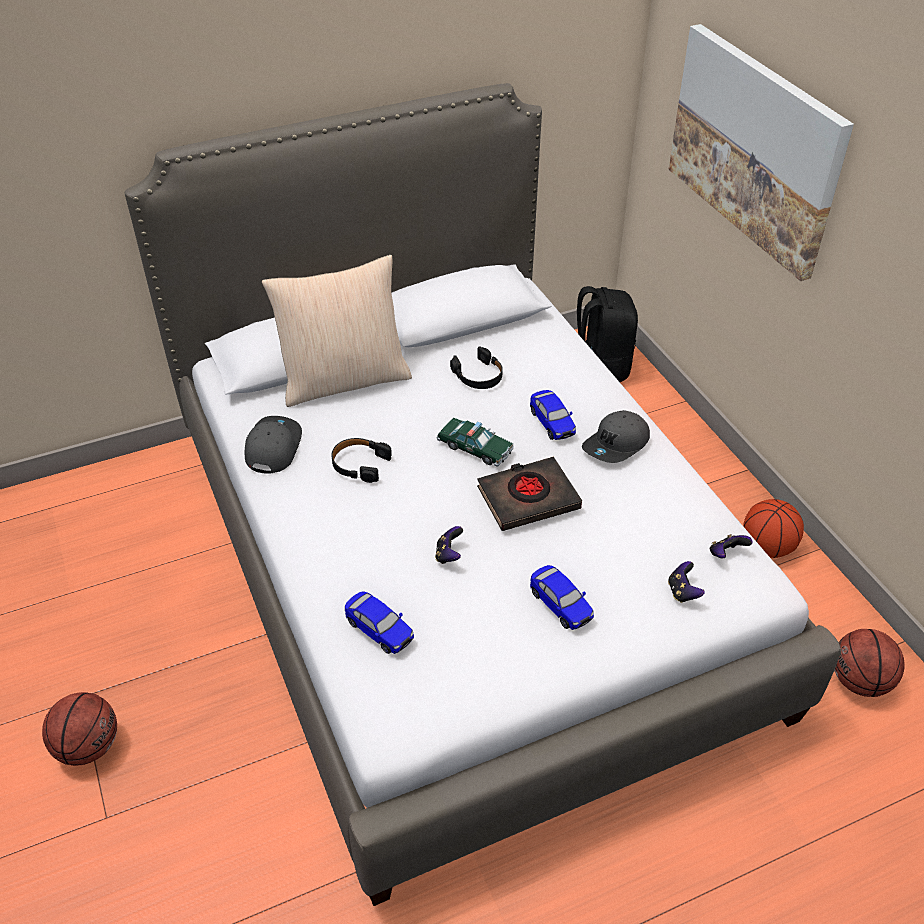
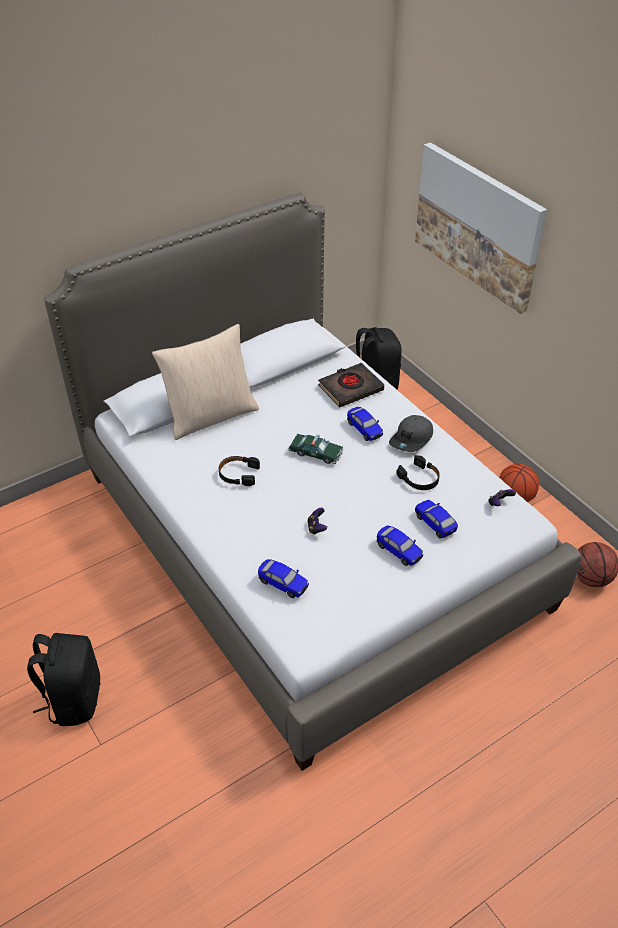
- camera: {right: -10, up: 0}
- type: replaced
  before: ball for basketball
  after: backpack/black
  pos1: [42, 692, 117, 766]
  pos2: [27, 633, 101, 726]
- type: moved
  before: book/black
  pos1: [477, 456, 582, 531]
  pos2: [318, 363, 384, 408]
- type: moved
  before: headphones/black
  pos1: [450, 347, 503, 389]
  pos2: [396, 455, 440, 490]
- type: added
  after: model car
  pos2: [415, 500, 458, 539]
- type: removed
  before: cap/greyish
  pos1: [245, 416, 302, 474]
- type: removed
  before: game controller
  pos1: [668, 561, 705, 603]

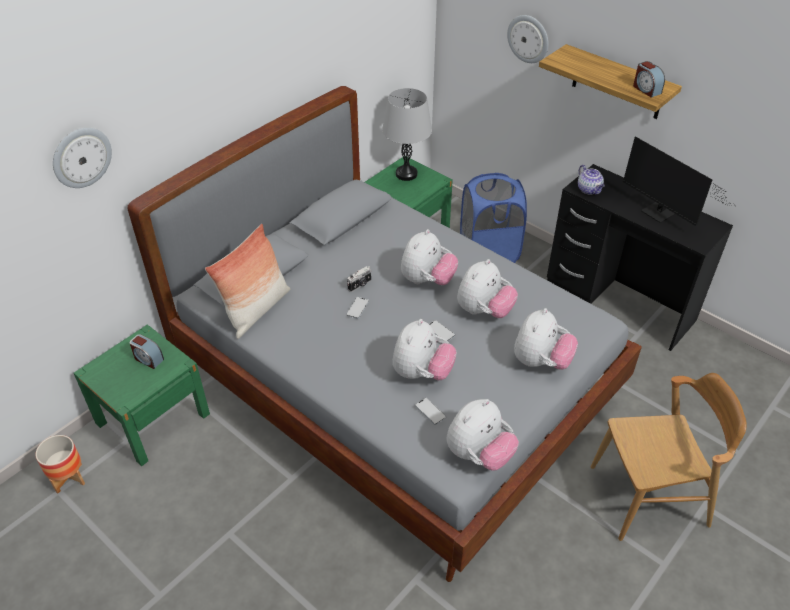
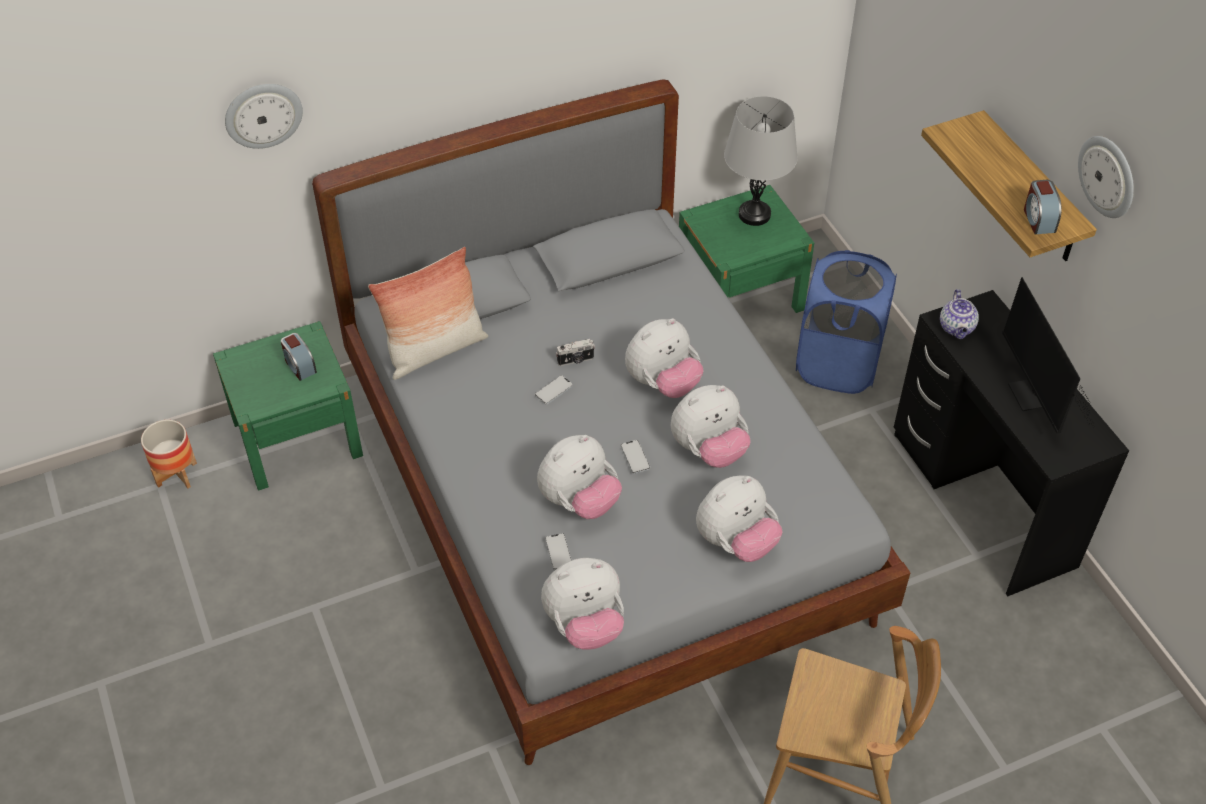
- camera: {right: 25, up: 5}
- type: moved
  before: clock on the wall
  pos1: [507, 15, 548, 63]
  pos2: [1078, 136, 1134, 218]

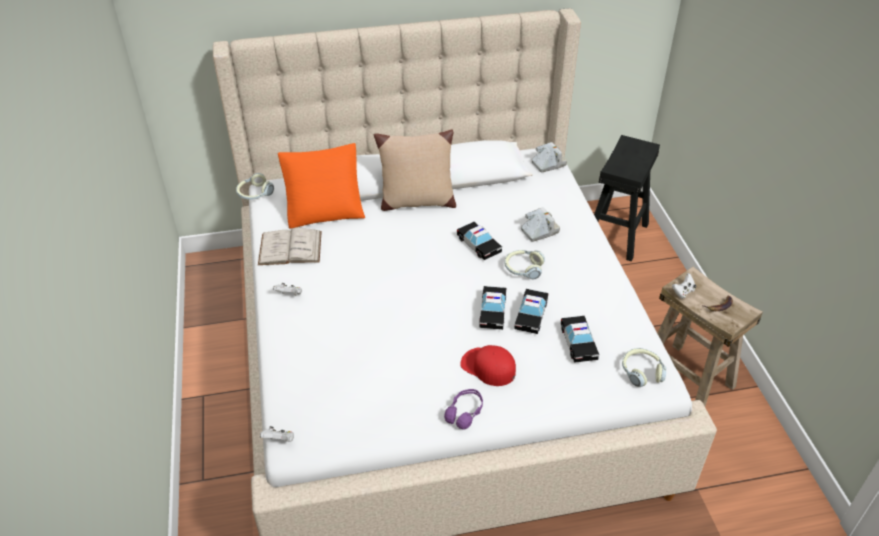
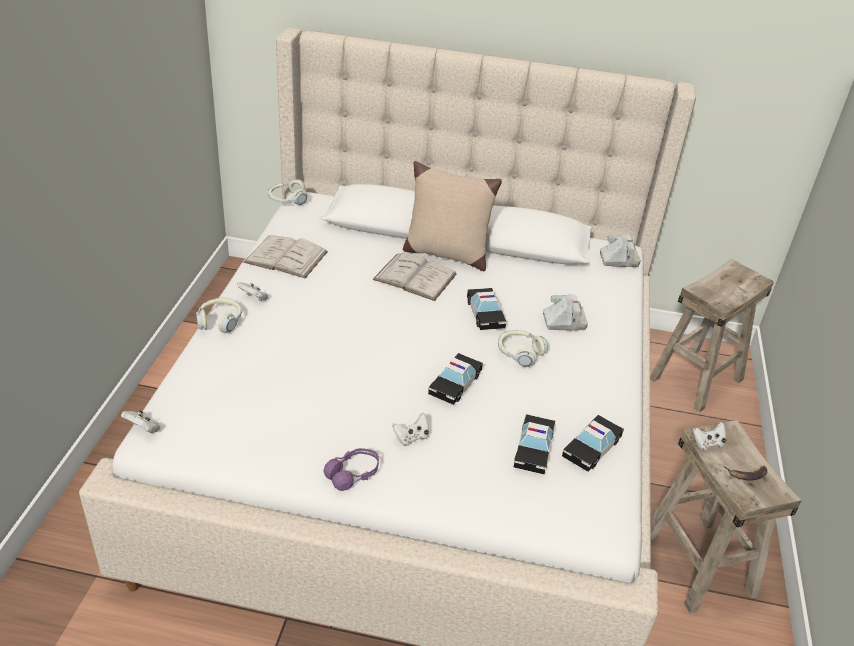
- camera: {right: 20, up: -5}
- type: moved
  before: headphones
  pos1: [622, 348, 666, 387]
  pos2: [196, 297, 242, 333]
- type: added
  after: book/white-coloured
  pos2: [373, 251, 457, 301]
- type: replaced
  before: cap/red-coloured
  after: game controller/white-coloured
  pos1: [460, 345, 516, 386]
  pos2: [392, 413, 429, 446]
- type: moved
  before: model car
  pos1: [514, 289, 548, 334]
  pos2: [562, 415, 624, 472]
- type: recoloured
  before: stool seat/black
  after: stool seat/sand-coloured
  pos1: [594, 135, 660, 261]
  pos2: [650, 259, 774, 412]
- type: removed
  before: cushion/orangey
  pos1: [278, 143, 365, 229]

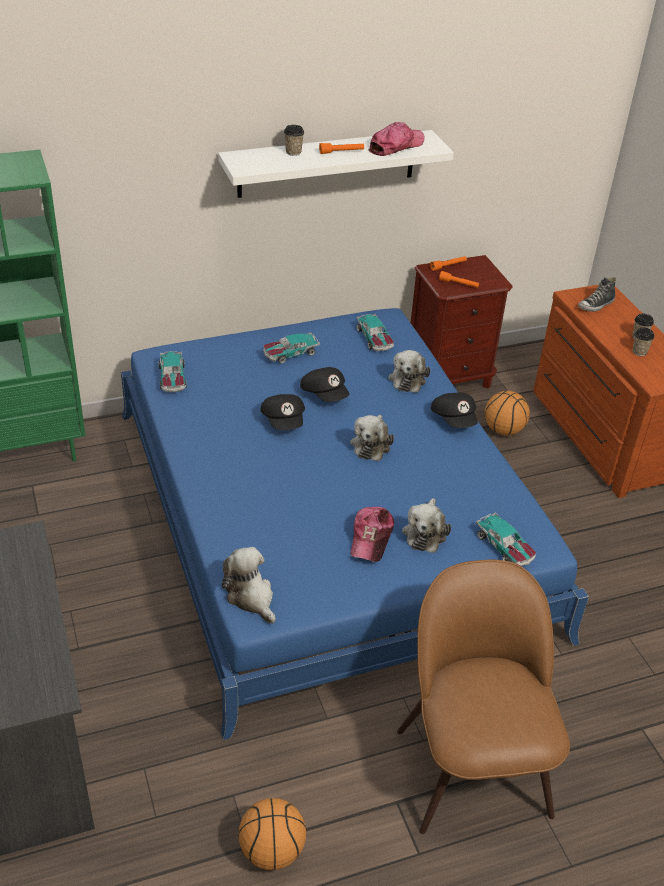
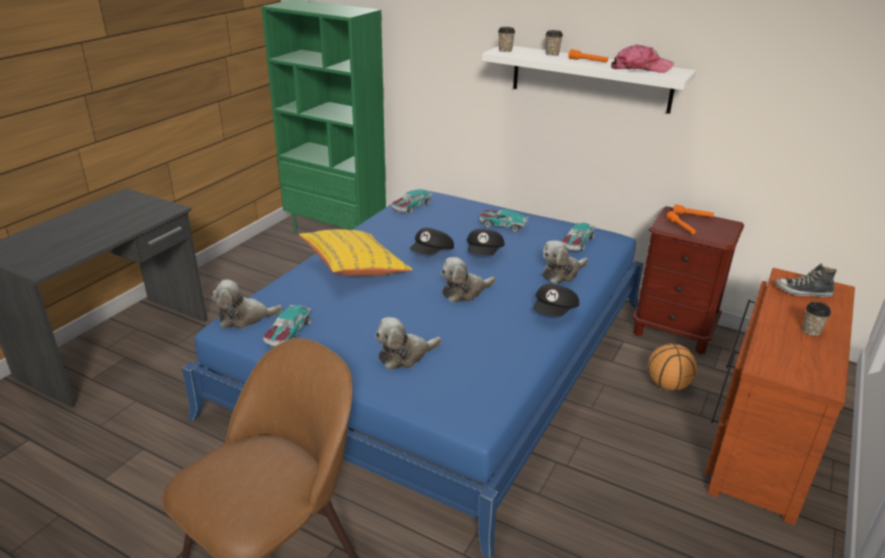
- camera: {right: 50, up: -10}
- type: turned
  before: plush toy
  pos1: [222, 547, 276, 624]
  pos2: [211, 279, 283, 329]
  turn: -120
- type: moved
  before: model car
  pos1: [476, 512, 536, 566]
  pos2: [263, 304, 311, 347]
- type: added
  after: cushion/yellowish
  pos2: [299, 229, 413, 276]
- type: moved
  before: cup
  pos1: [632, 327, 654, 356]
  pos2: [498, 27, 515, 52]
- type: removed
  before: ball for basketball
  pos1: [238, 798, 306, 870]
- type: removed
  before: cap
  pos1: [351, 507, 394, 562]

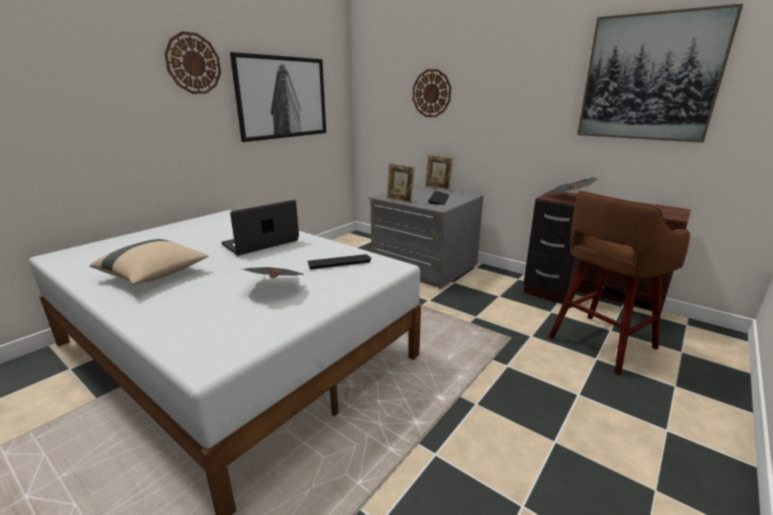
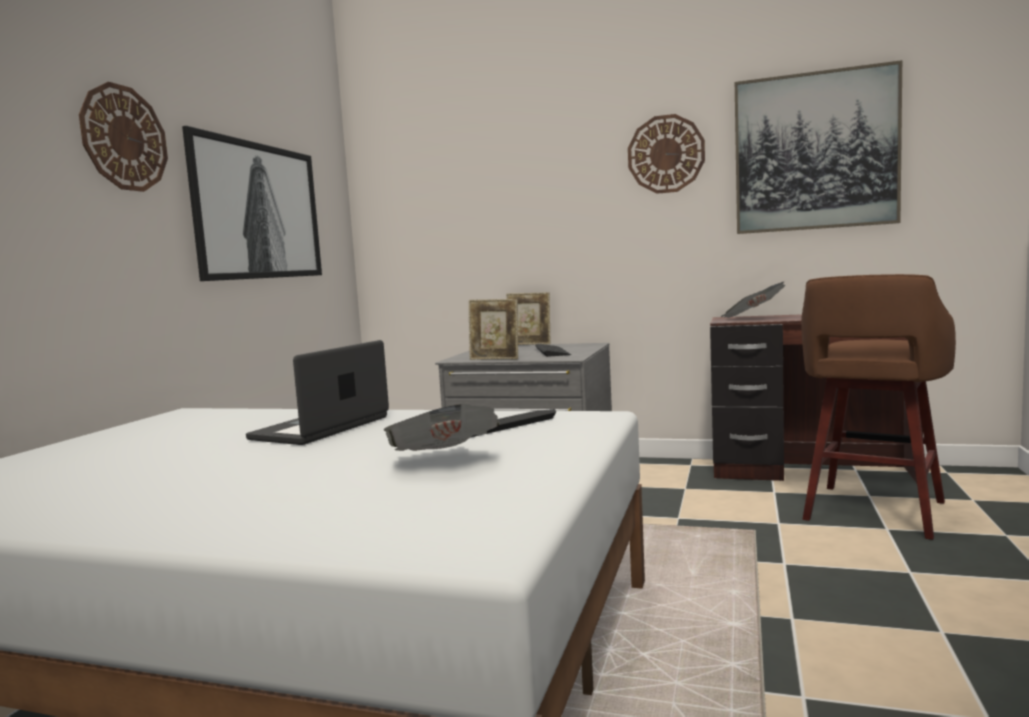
- camera: {right: -20, up: -15}
- type: moved
  before: clock on the wall
  pos1: [413, 69, 451, 117]
  pos2: [628, 114, 705, 194]
- type: removed
  before: cushion/sand-coloured
  pos1: [90, 239, 208, 285]

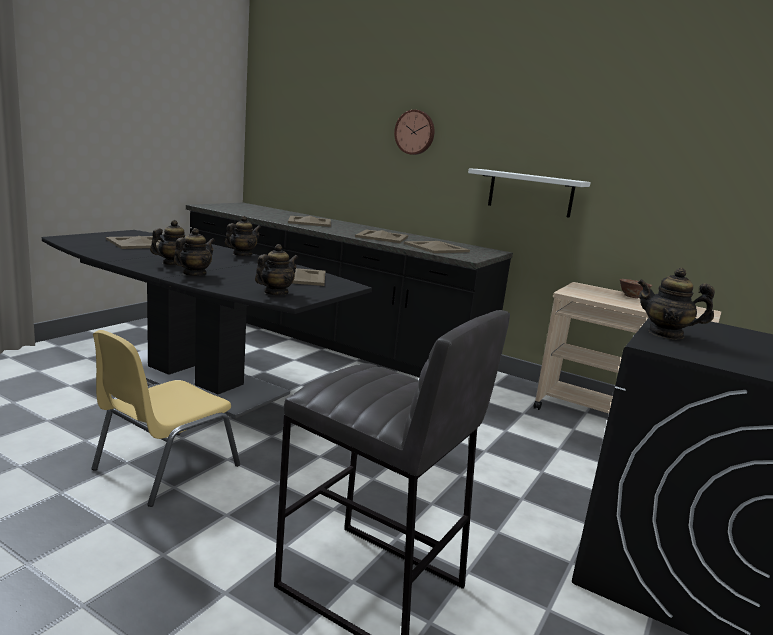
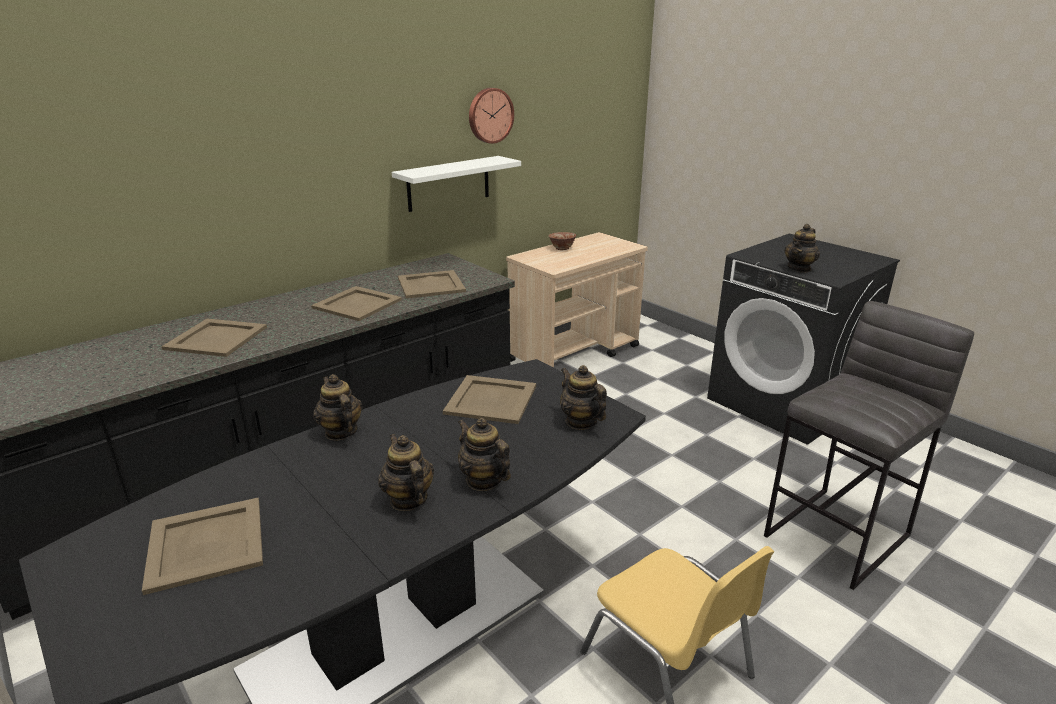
- camera: {right: -70, up: 10}
- type: moved
  before: clock on the wall
  pos1: [394, 110, 434, 155]
  pos2: [469, 88, 514, 144]

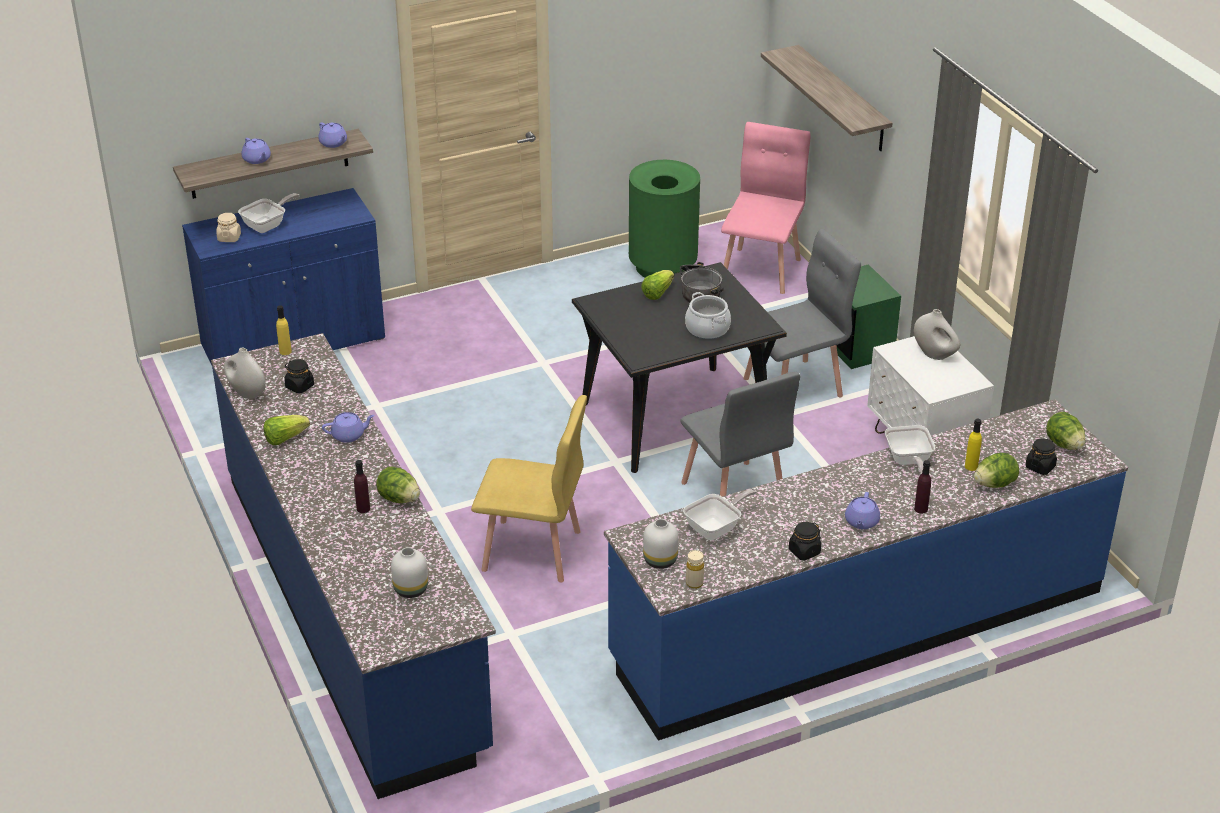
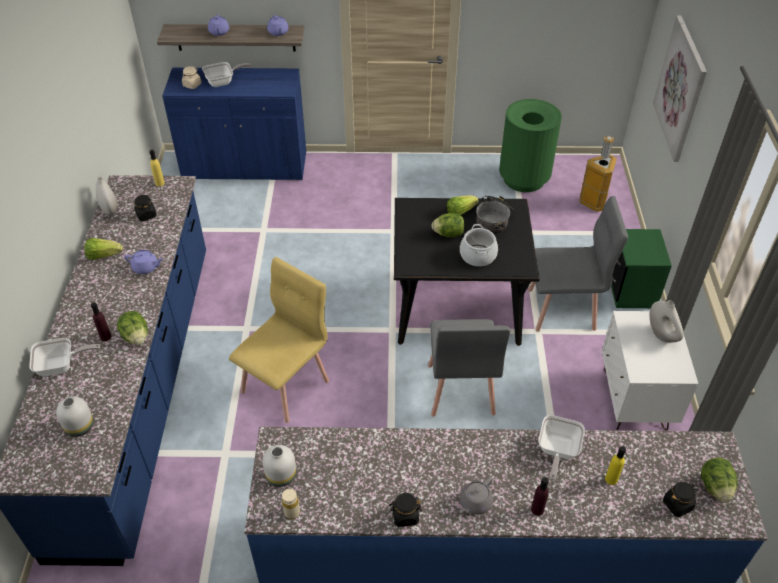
- camera: {right: 25, up: 10}
- type: moved
  before: pan
  pos1: [683, 489, 757, 540]
  pos2: [29, 338, 100, 376]
- type: turned
  before: upright chair/yellowish
  pos1: [471, 395, 587, 582]
  pos2: [229, 257, 329, 423]
  turn: -90
- type: moved
  before: lettuce
  pos1: [974, 453, 1019, 488]
  pos2: [431, 213, 465, 237]
- type: recoloured
  before: tea pot/purplish
  after: tea pot/greyish
  pos1: [845, 492, 880, 529]
  pos2: [460, 477, 493, 515]
- type: replaced
  before: upright chair/pinkish
  after: trash can
  pos1: [721, 122, 811, 294]
  pos2: [580, 136, 617, 212]
- type: replaced
  before: bracket shelf
  after: wall art
  pos1: [761, 45, 892, 151]
  pos2: [653, 15, 707, 162]

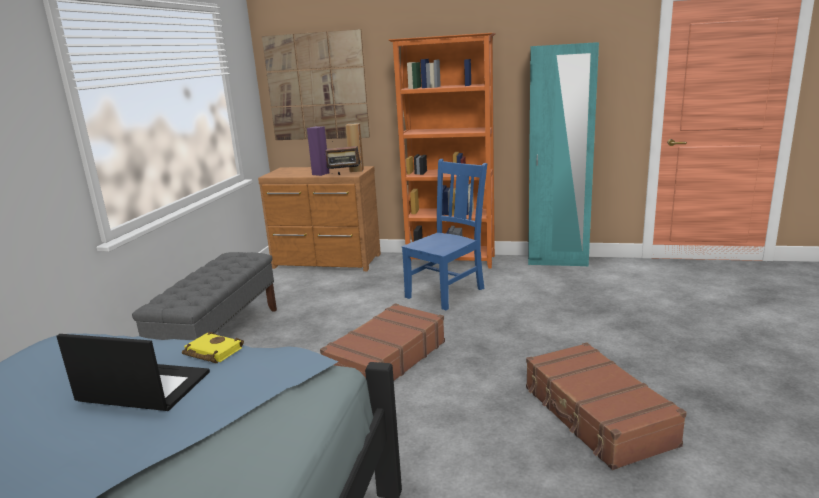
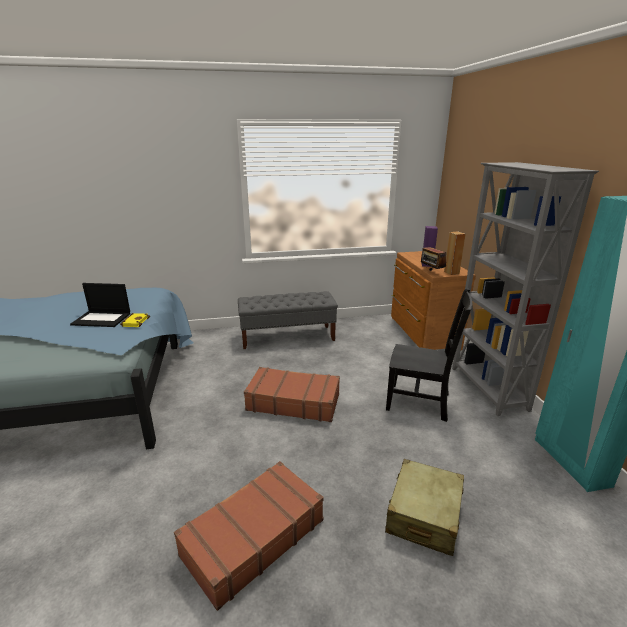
- camera: {right: 65, up: 5}
- type: turned
  before: notebook computer
  pos1: [56, 334, 210, 411]
  pos2: [70, 283, 130, 327]
  turn: 105
- type: added
  after: piece of luggage/sand-coloured
  pos2: [385, 459, 464, 556]
- type: recoloured
  before: upright chair/blue
  after: upright chair/black
  pos1: [402, 159, 487, 310]
  pos2: [386, 288, 472, 422]
- type: recoloured
  before: bookcase/orangey
  after: bookcase/greyish
  pos1: [389, 33, 496, 269]
  pos2: [452, 162, 599, 416]
- type: removed
  before: wall art
  pos1: [262, 29, 370, 140]

